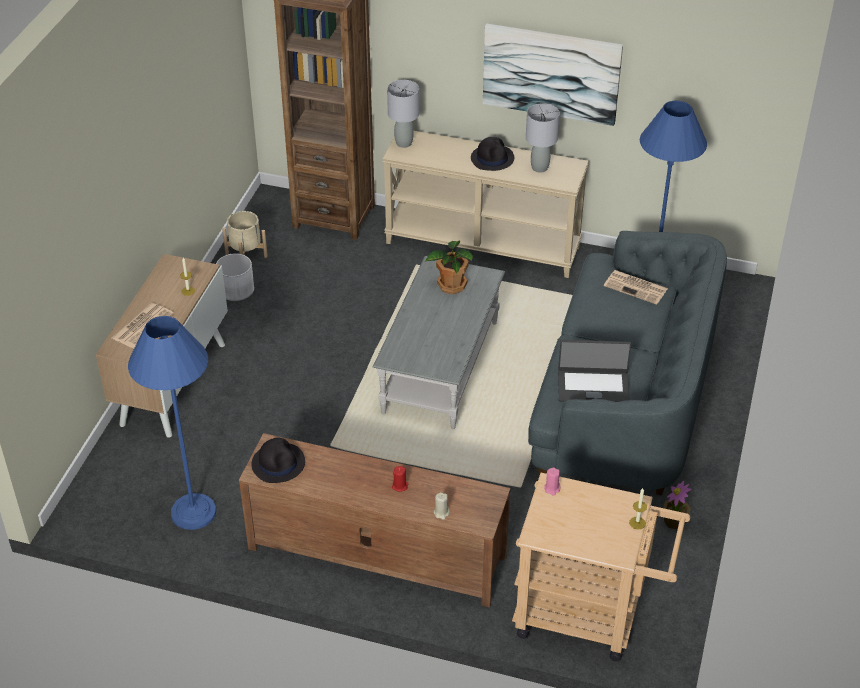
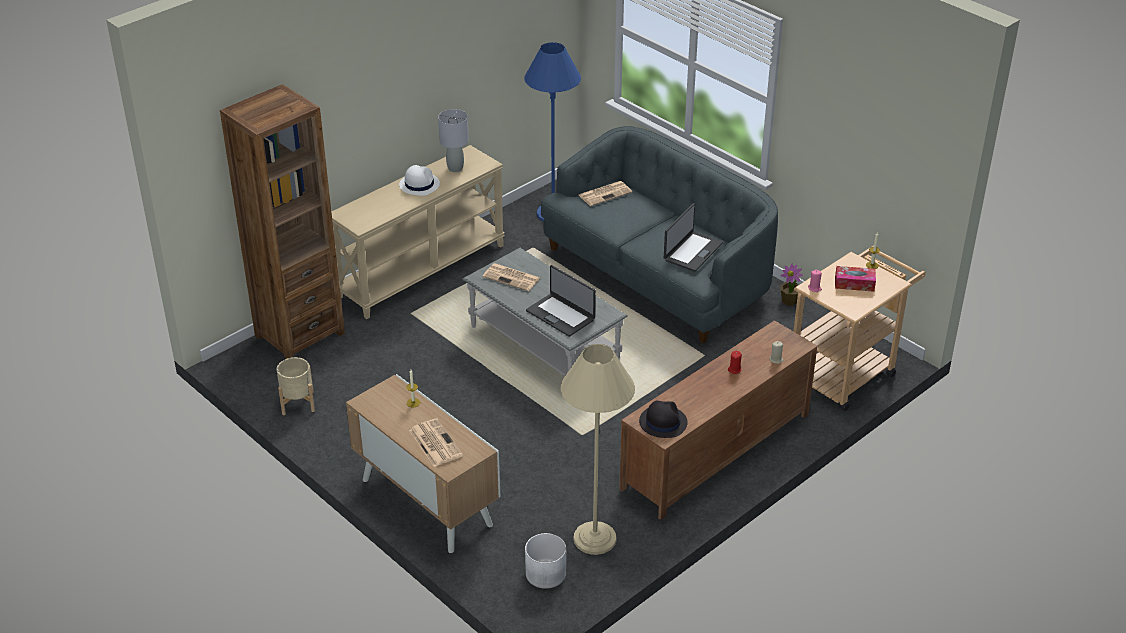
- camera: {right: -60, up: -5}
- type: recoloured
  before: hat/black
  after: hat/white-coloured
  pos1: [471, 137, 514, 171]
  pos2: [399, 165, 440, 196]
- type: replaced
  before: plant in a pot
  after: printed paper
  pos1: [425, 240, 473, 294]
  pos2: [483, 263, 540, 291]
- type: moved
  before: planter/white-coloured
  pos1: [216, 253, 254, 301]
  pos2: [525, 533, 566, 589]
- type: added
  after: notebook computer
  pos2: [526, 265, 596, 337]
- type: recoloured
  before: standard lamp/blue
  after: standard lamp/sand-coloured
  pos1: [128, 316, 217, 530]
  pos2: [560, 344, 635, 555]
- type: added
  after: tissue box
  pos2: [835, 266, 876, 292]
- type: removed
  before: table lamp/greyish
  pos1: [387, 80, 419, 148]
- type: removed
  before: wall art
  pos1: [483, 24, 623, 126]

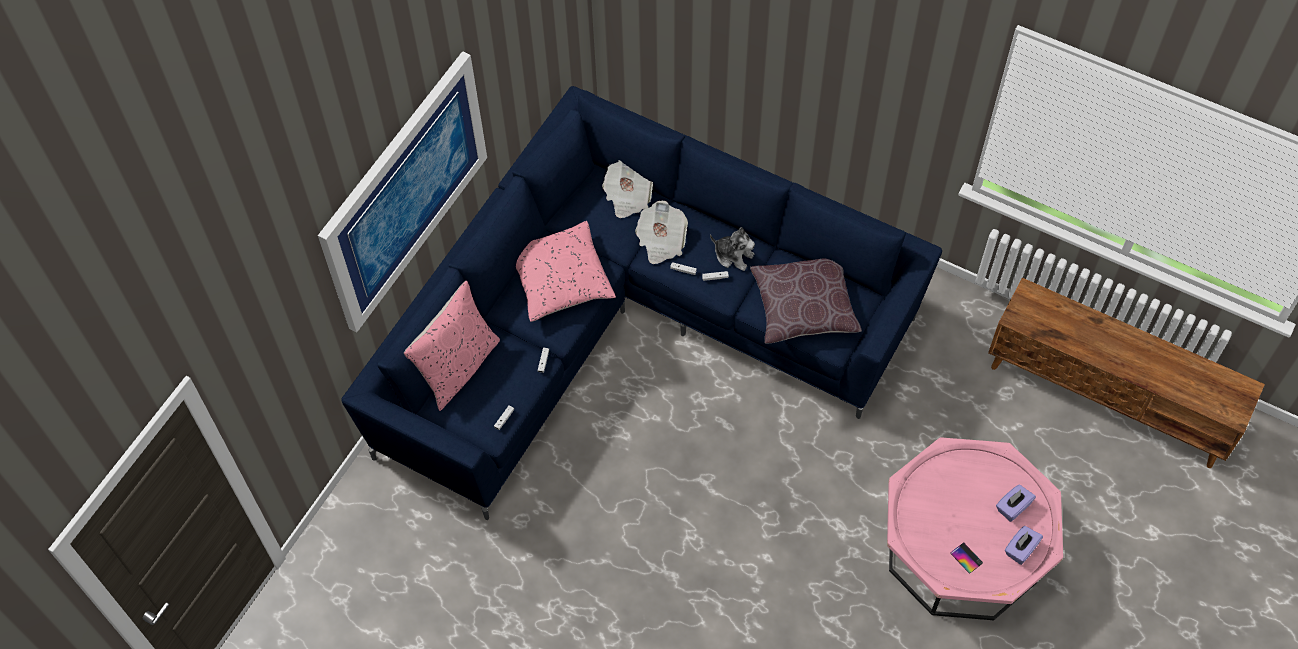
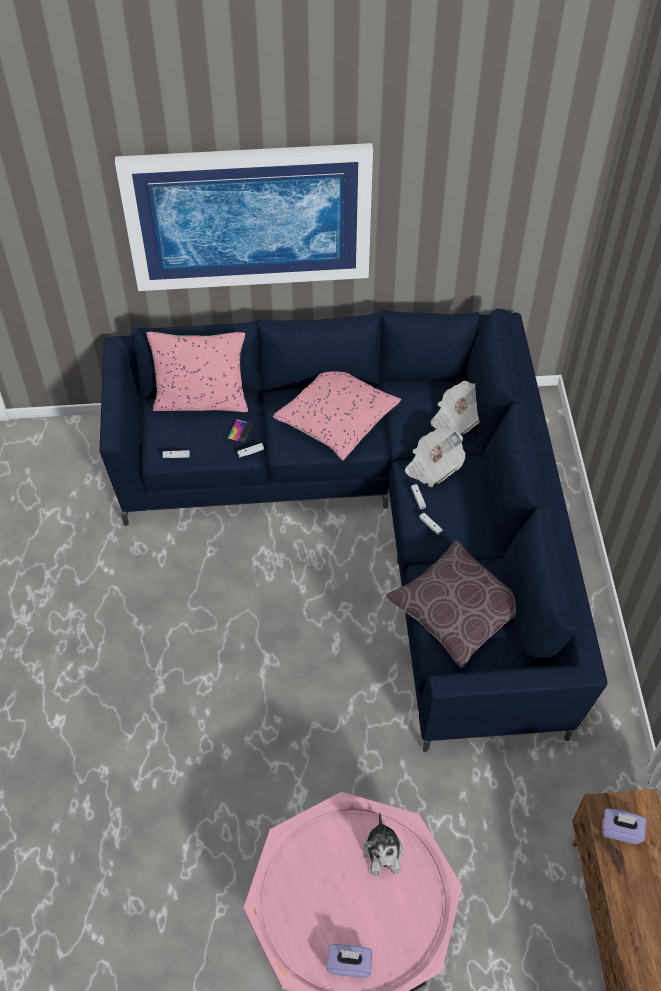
- camera: {right: 55, up: -5}
- type: moved
  before: handset
  pos1: [950, 542, 983, 574]
  pos2: [227, 419, 253, 443]
- type: moved
  before: plush toy
  pos1: [710, 227, 755, 271]
  pos2: [363, 812, 403, 877]
- type: moved
  before: tissue box/purplish
  pos1: [996, 485, 1036, 522]
  pos2: [602, 809, 646, 844]

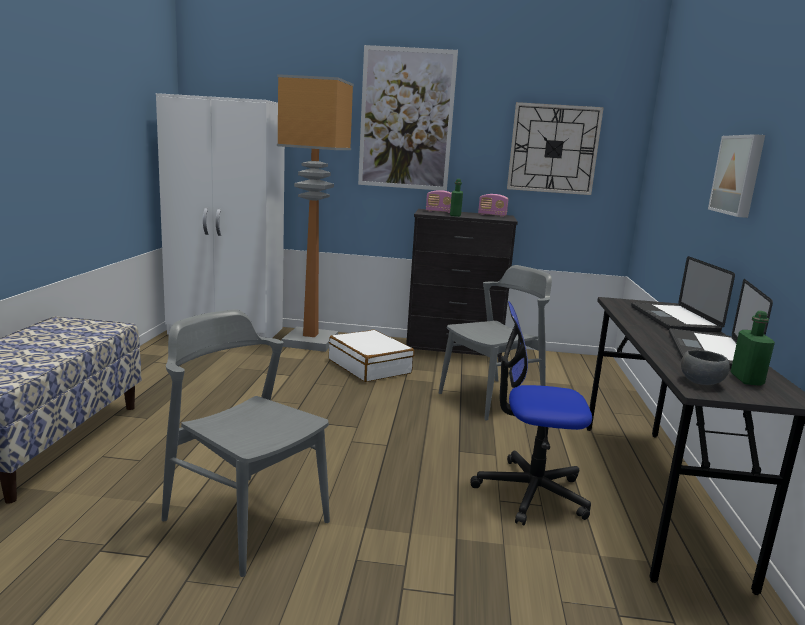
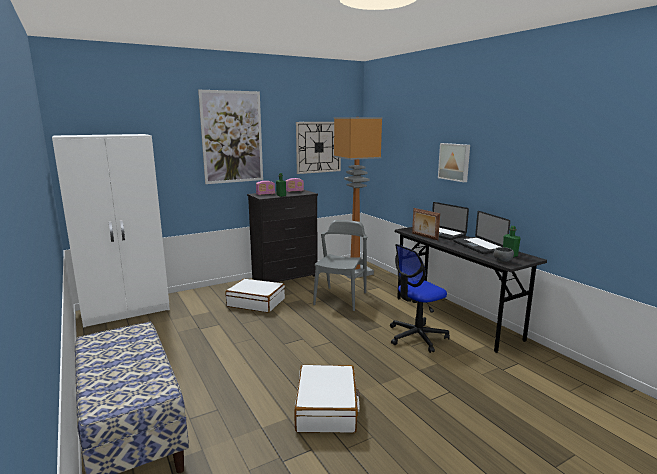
- camera: {right: -35, up: 0}
- type: replaced
  before: upright chair/greyish
  after: piece of luggage/white-coloured
  pos1: [161, 309, 330, 577]
  pos2: [294, 365, 360, 433]
- type: moved
  before: standard lamp
  pos1: [277, 74, 354, 352]
  pos2: [334, 117, 383, 279]
- type: added
  after: picture frame
  pos2: [412, 208, 440, 240]

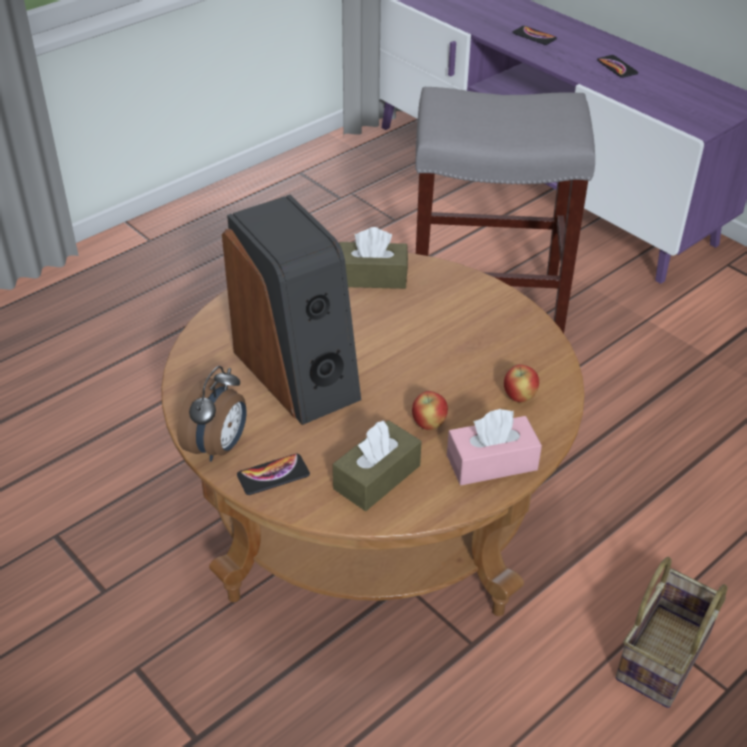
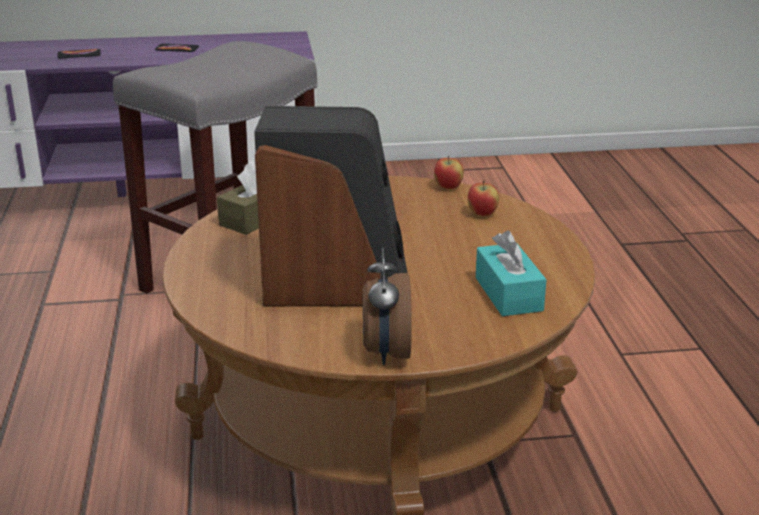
- camera: {right: -55, up: -15}
- type: turned
  before: alarm clock
  pos1: [177, 366, 246, 462]
  pos2: [363, 247, 412, 365]
  turn: -150
- type: moved
  before: apple fruit
  pos1: [412, 391, 448, 430]
  pos2: [434, 155, 464, 190]
- type: recoloured
  before: tissue box/brownish
  after: tissue box/turquoise-coloured
  pos1: [333, 420, 421, 511]
  pos2: [476, 230, 547, 316]
- type: removed
  before: handset
  pos1: [237, 454, 310, 495]
- type: removed
  before: tissue box/pinkish
  pos1: [447, 409, 542, 485]
- type: removed
  before: household basket
  pos1: [615, 557, 727, 708]

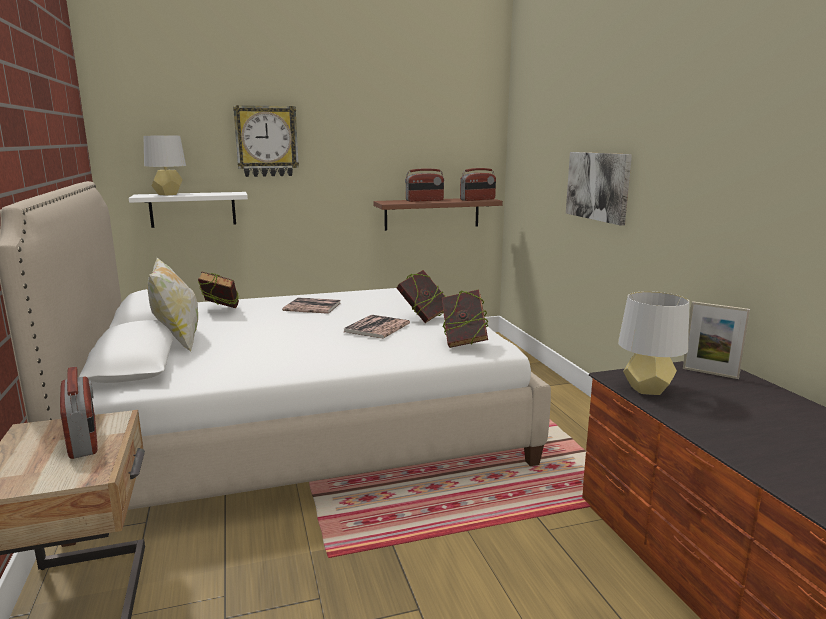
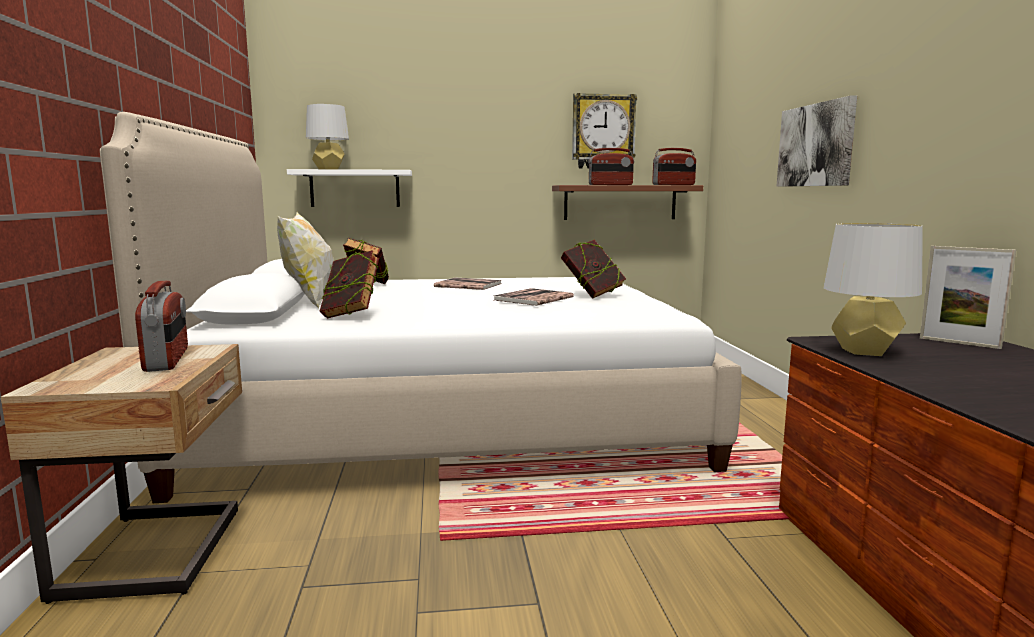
- camera: {right: 10, up: -5}
- type: moved
  before: book
  pos1: [442, 289, 489, 348]
  pos2: [320, 250, 379, 318]
- type: moved
  before: clock on the wall
  pos1: [233, 105, 299, 177]
  pos2: [572, 93, 637, 169]

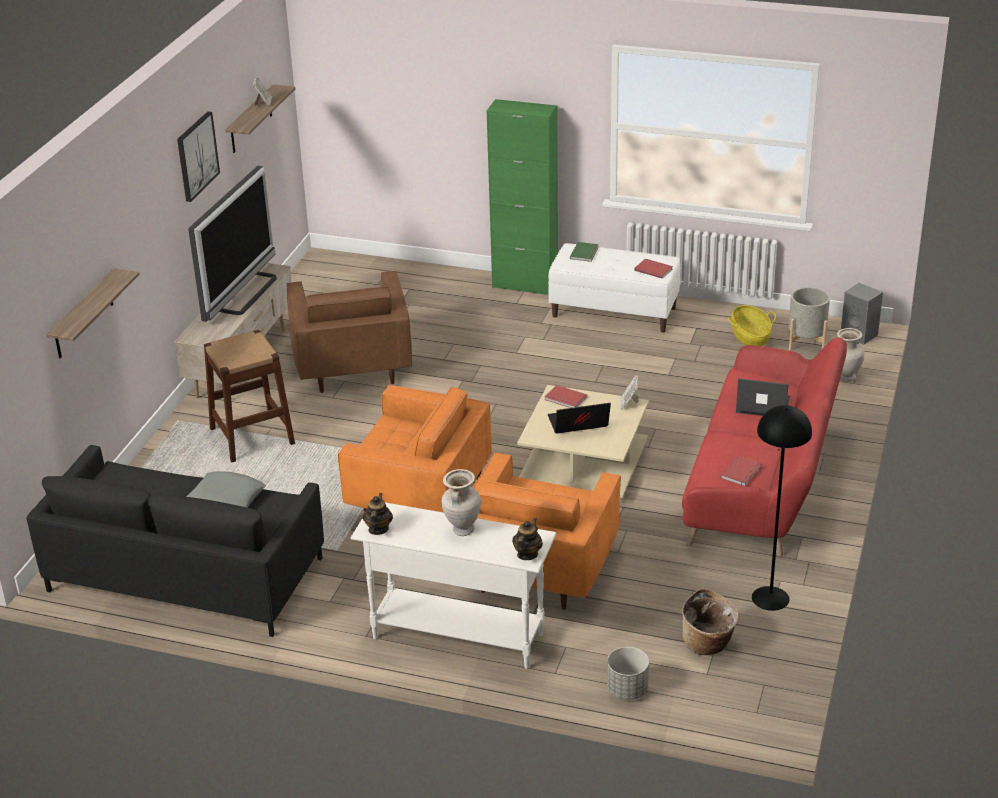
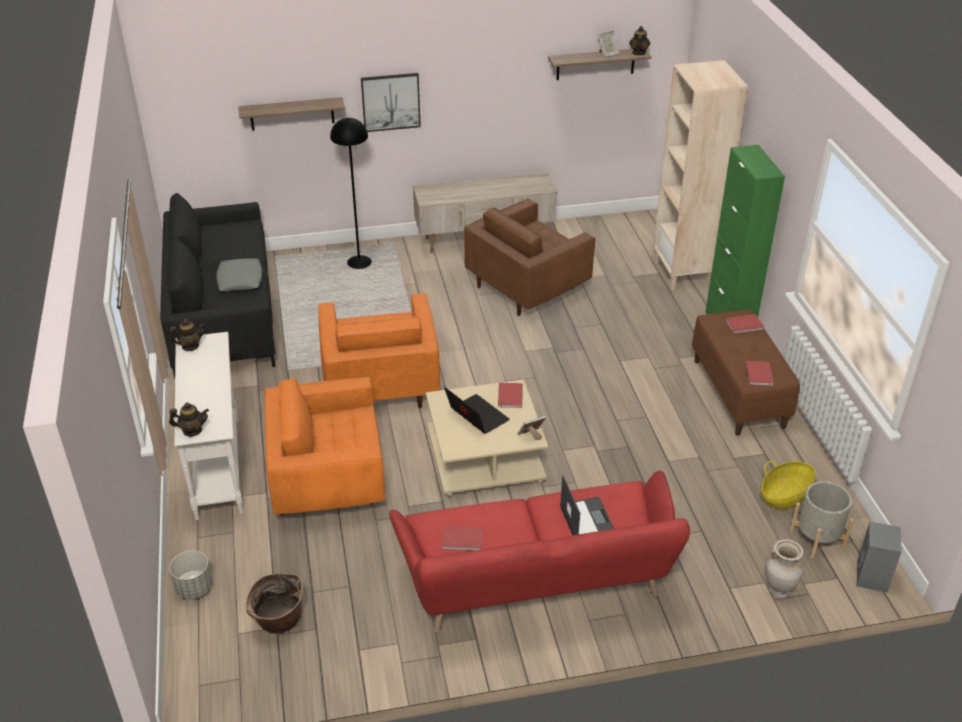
- camera: {right: 60, up: 5}
- type: moved
  before: standard lamp/black
  pos1: [752, 405, 812, 611]
  pos2: [330, 118, 372, 269]
- type: moved
  before: wall art
  pos1: [177, 111, 220, 202]
  pos2: [361, 73, 421, 132]
- type: added
  after: tea pot
  pos2: [629, 26, 650, 55]
- type: added
  after: bookcase/sand-coloured
  pos2: [653, 60, 748, 290]
- type: recoloured
  before: bench/white-coloured
  after: bench/brownish
  pos1: [548, 243, 681, 332]
  pos2: [692, 309, 800, 436]
- type: recoloured
  before: book/green-coloured
  after: book/red-coloured
  pos1: [570, 242, 599, 262]
  pos2: [726, 314, 764, 334]
- type: removed
  before: TV set
  pos1: [188, 166, 277, 322]
- type: removed
  before: stool seat/brownish
  pos1: [204, 330, 295, 462]
- type: removed
  before: flower vase/sand-coloured
  pos1: [442, 469, 481, 536]

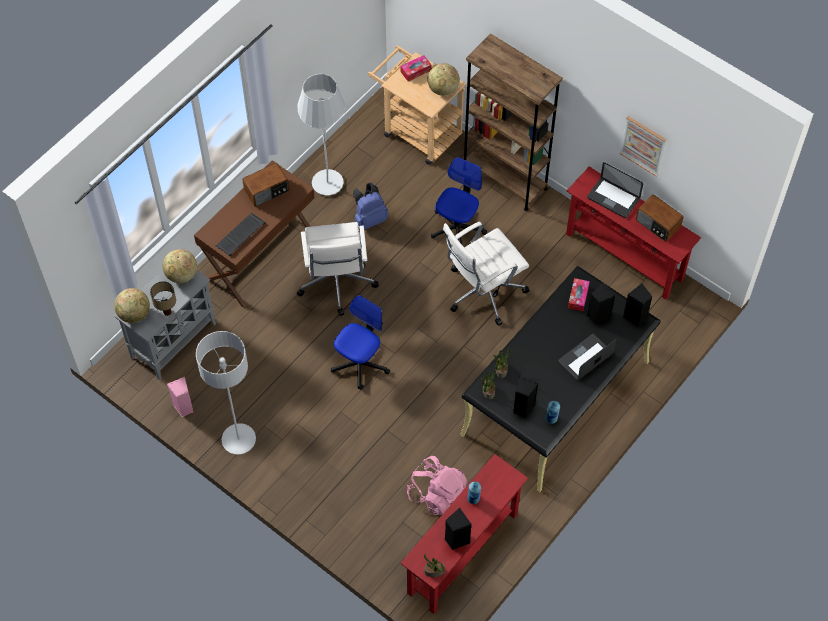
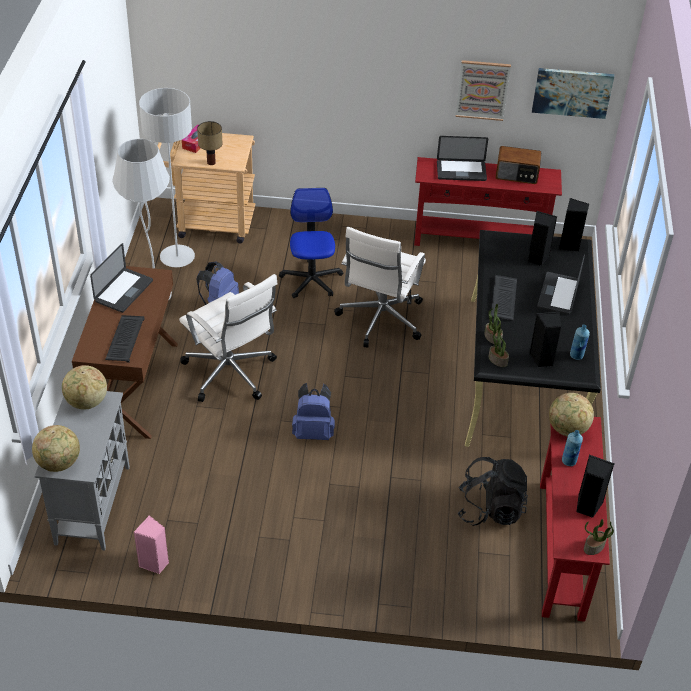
- camera: {right: -35, up: -15}
- type: replaced
  before: radio receiver
  after: notebook computer
  pos1: [242, 163, 289, 207]
  pos2: [90, 243, 153, 313]
- type: moved
  before: standard lamp/greyish
  pos1: [196, 331, 256, 454]
  pos2: [139, 88, 195, 267]
- type: moved
  before: table lamp
  pos1: [150, 281, 176, 316]
  pos2: [197, 121, 223, 165]
- type: replaced
  before: desk chair
  after: backpack/blue
  pos1: [331, 295, 390, 390]
  pos2: [292, 383, 335, 440]
- type: recoloured
  before: backpack/pinkish
  after: backpack/black
  pos1: [407, 456, 467, 516]
  pos2: [457, 457, 528, 526]
- type: added
  after: PC keyboard
  pos2: [491, 275, 517, 321]
- type: added
  after: wall art
  pos2: [532, 68, 614, 119]
- type: moved
  before: globe
  pos1: [427, 63, 459, 96]
  pos2: [549, 393, 594, 436]
- type: removed
  before: bookcase/brownish
  pos1: [464, 34, 563, 211]
- type: removed
  before: tissue box
  pos1: [568, 278, 590, 311]

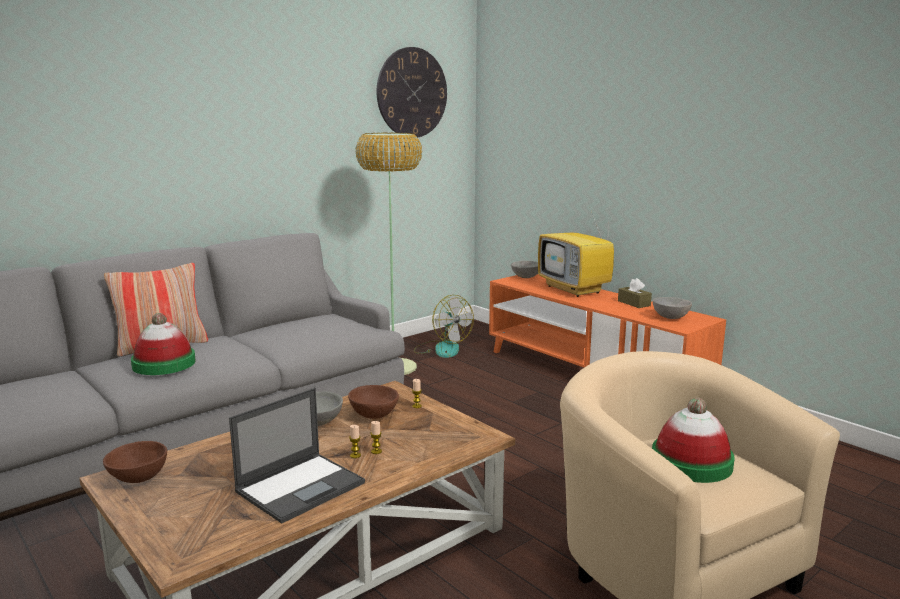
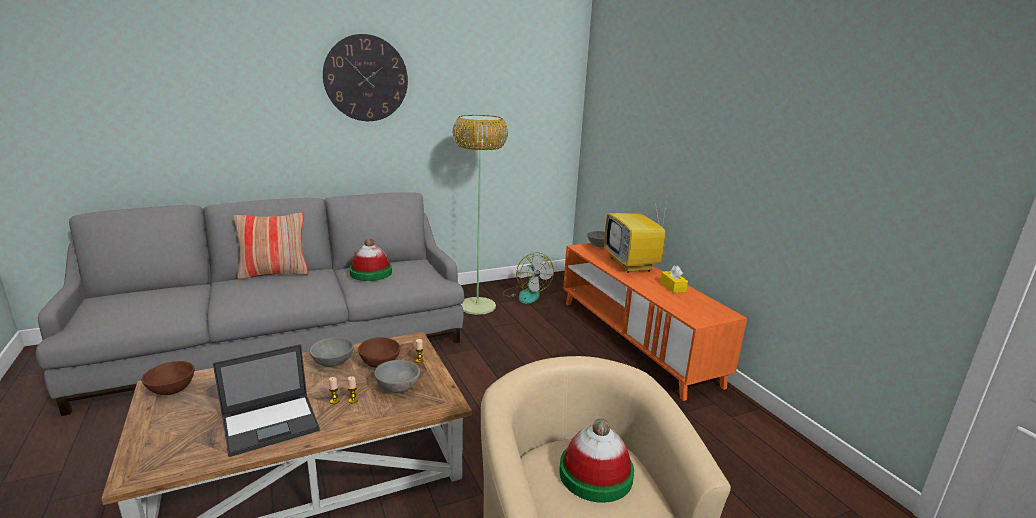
- camera: {right: 15, up: 5}
- type: moved
  before: clock on the wall
  pos1: [377, 47, 447, 138]
  pos2: [323, 34, 408, 121]
- type: moved
  before: hat
  pos1: [131, 313, 196, 375]
  pos2: [349, 238, 392, 281]
- type: moved
  before: deep dish/greyish
  pos1: [653, 297, 692, 319]
  pos2: [374, 360, 420, 393]
- type: recoloured
  before: tissue box/brownish
  after: tissue box/yellowish
  pos1: [618, 278, 652, 308]
  pos2: [660, 265, 688, 293]

